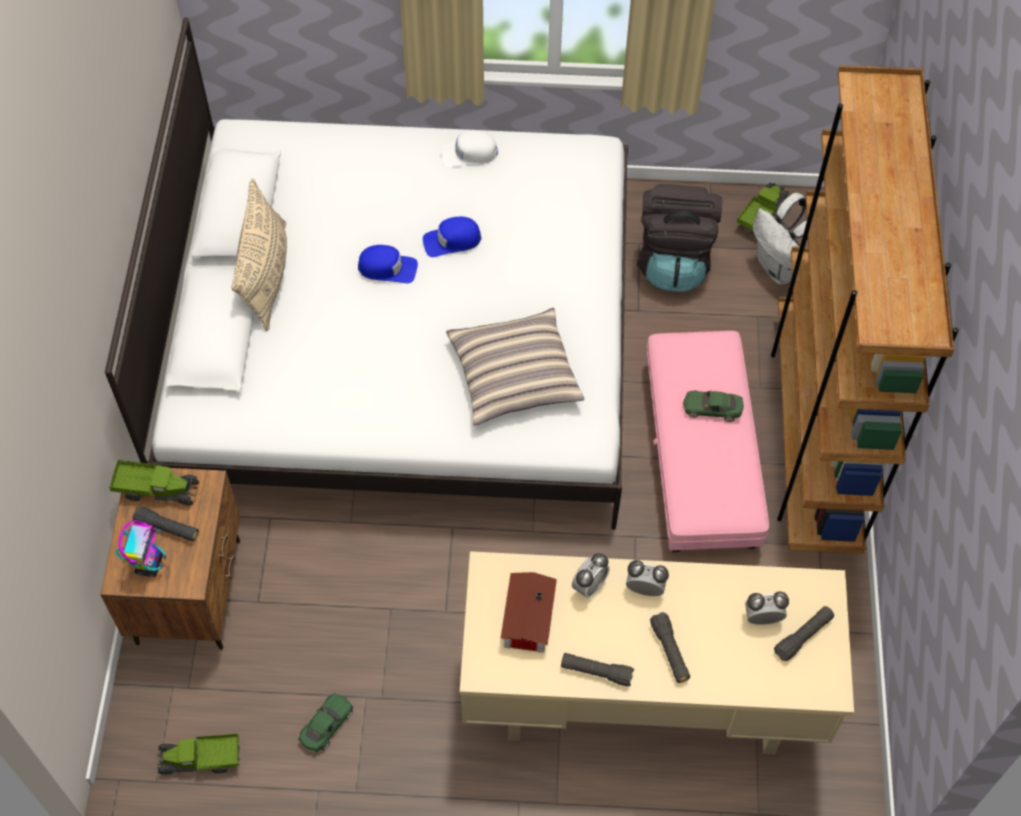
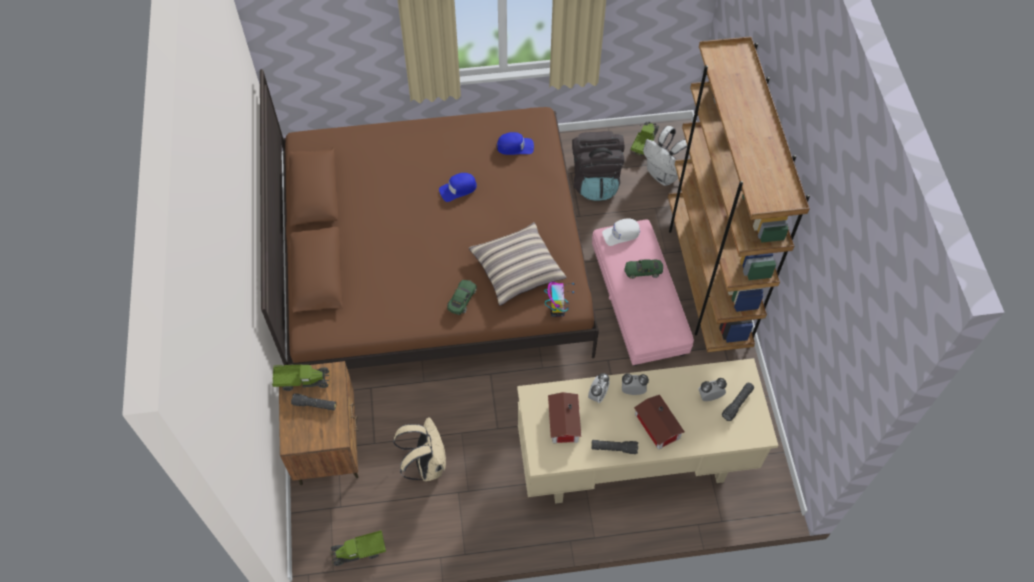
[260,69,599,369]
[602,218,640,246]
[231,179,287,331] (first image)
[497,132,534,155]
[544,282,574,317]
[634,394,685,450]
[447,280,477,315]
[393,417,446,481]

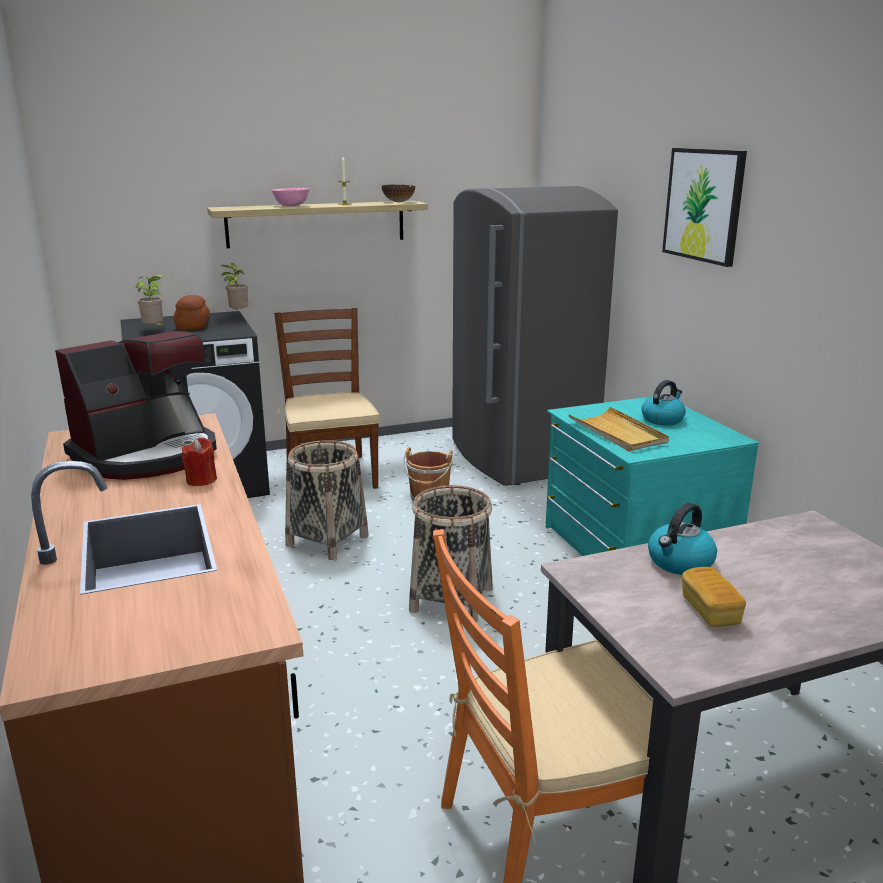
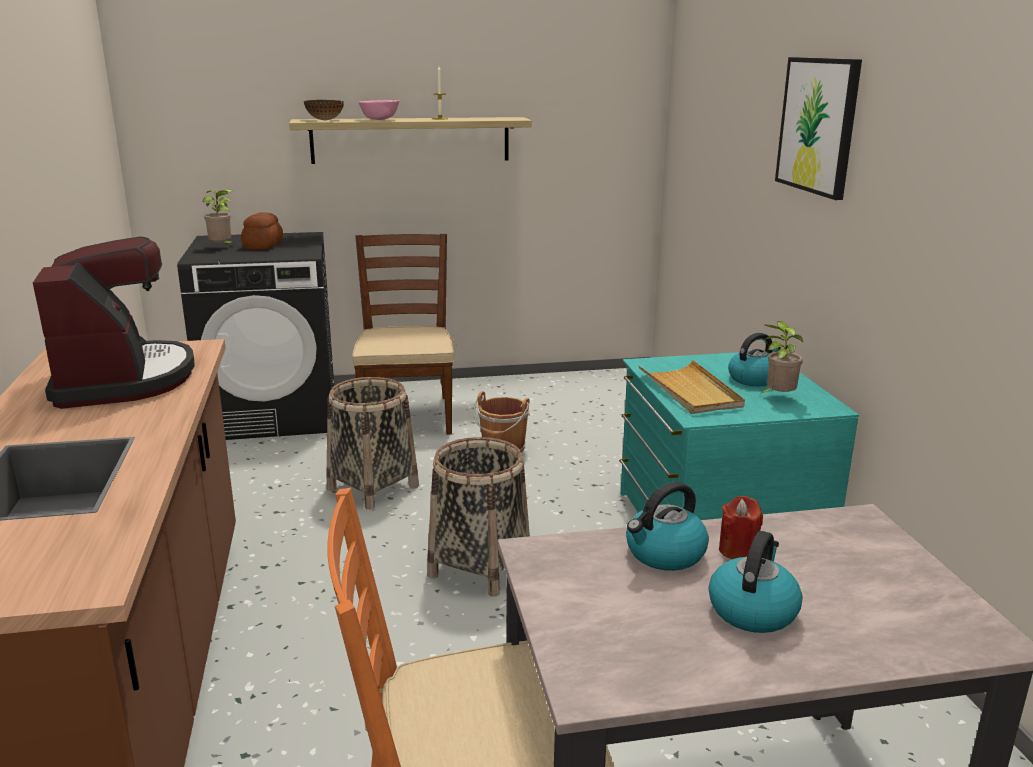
[304,100,344,120]
[452,186,618,486] (first image)
[760,321,803,394]
[33,237,195,409]
[719,496,763,559]
[682,567,746,627] (first image)
[709,531,802,633]

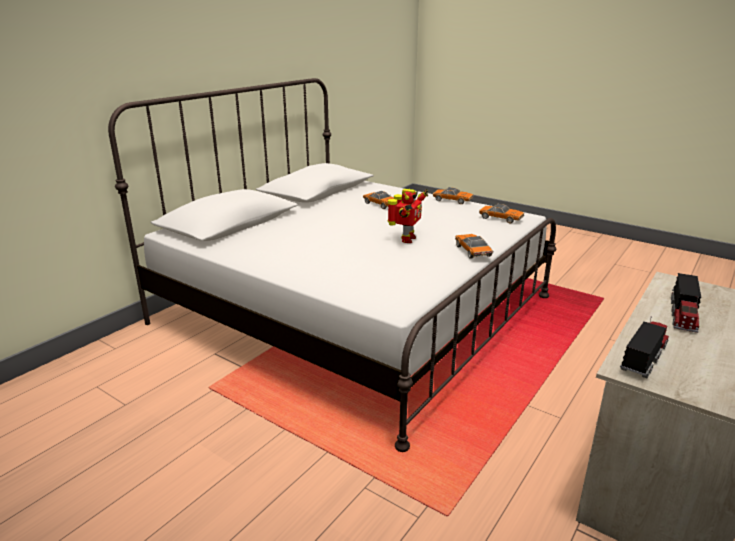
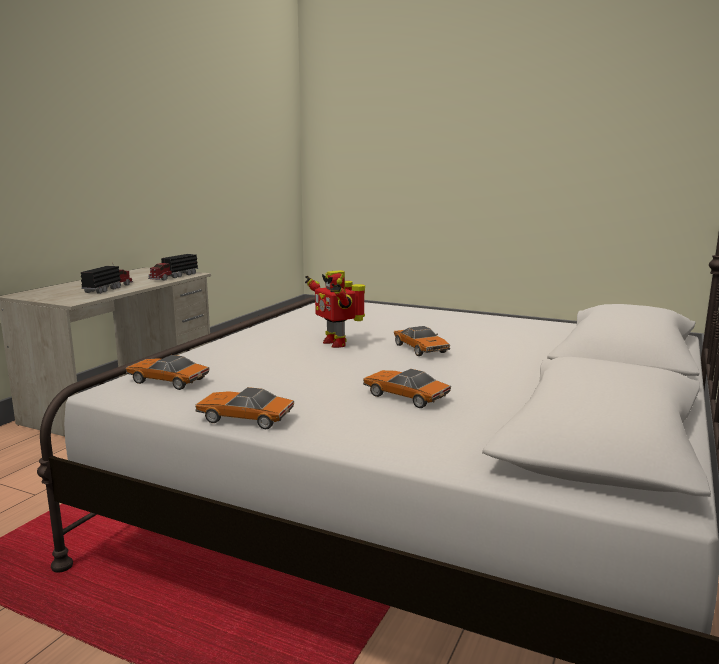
[305,270,365,348]
[394,326,450,356]

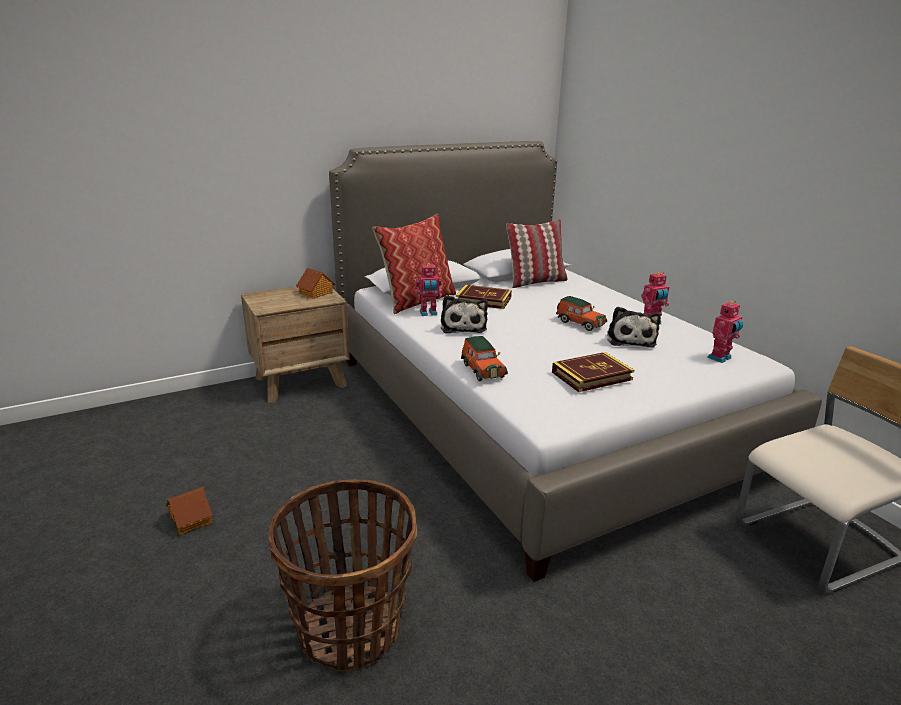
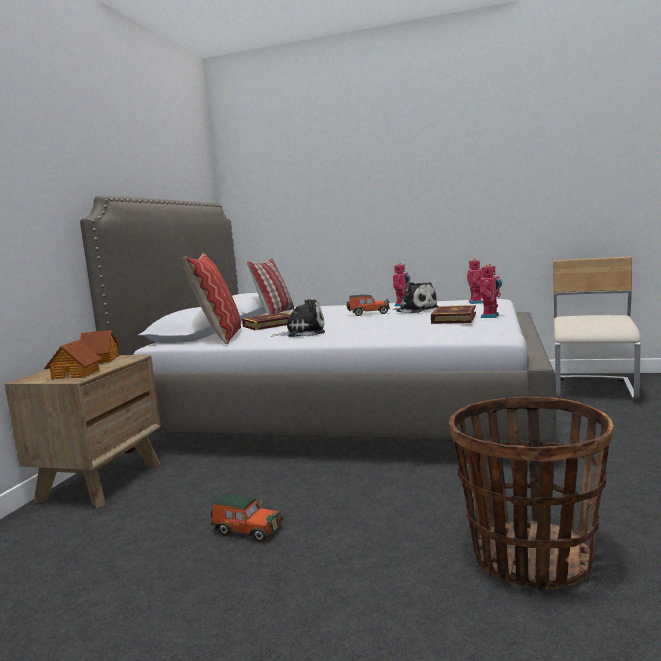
[480,264,502,318]
[270,299,325,337]
[211,493,283,542]
[44,340,102,379]

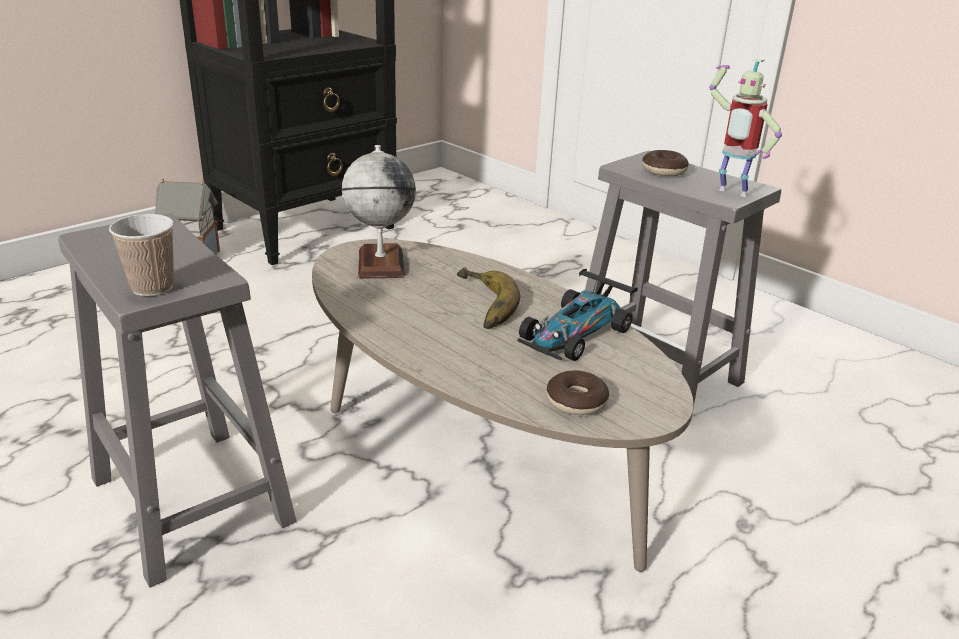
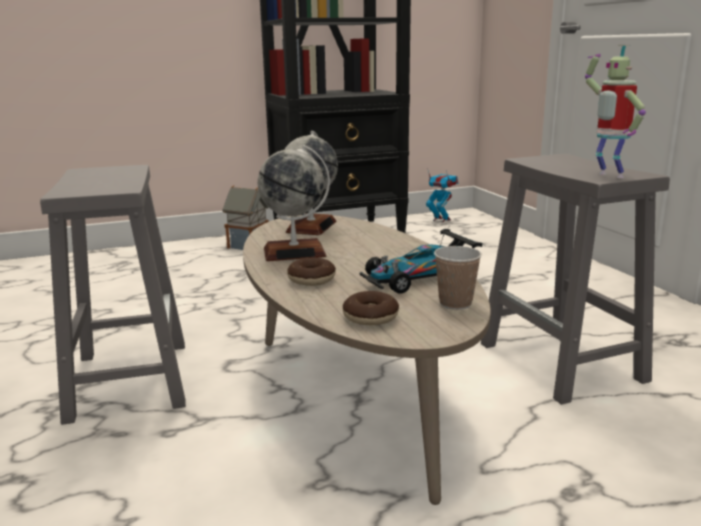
[287,258,336,286]
[434,246,482,310]
[457,267,520,329] (first image)
[258,145,330,261]
[426,168,458,222]

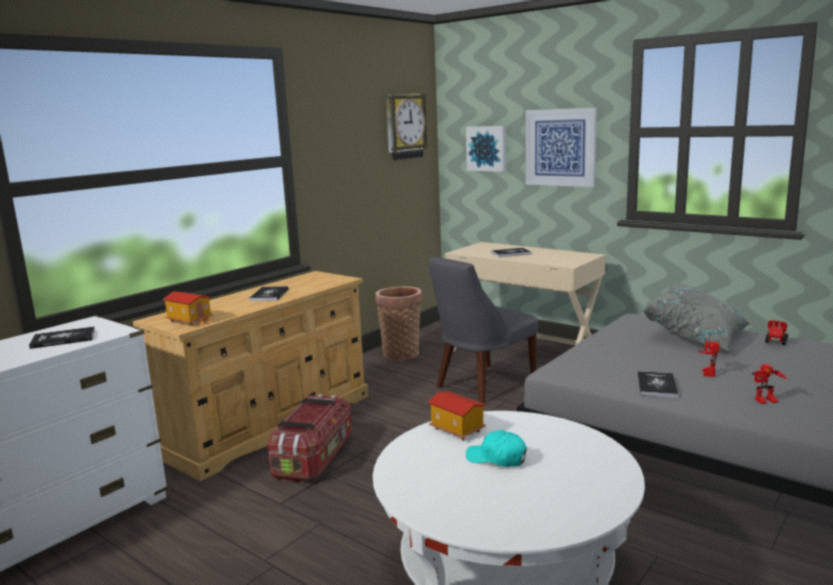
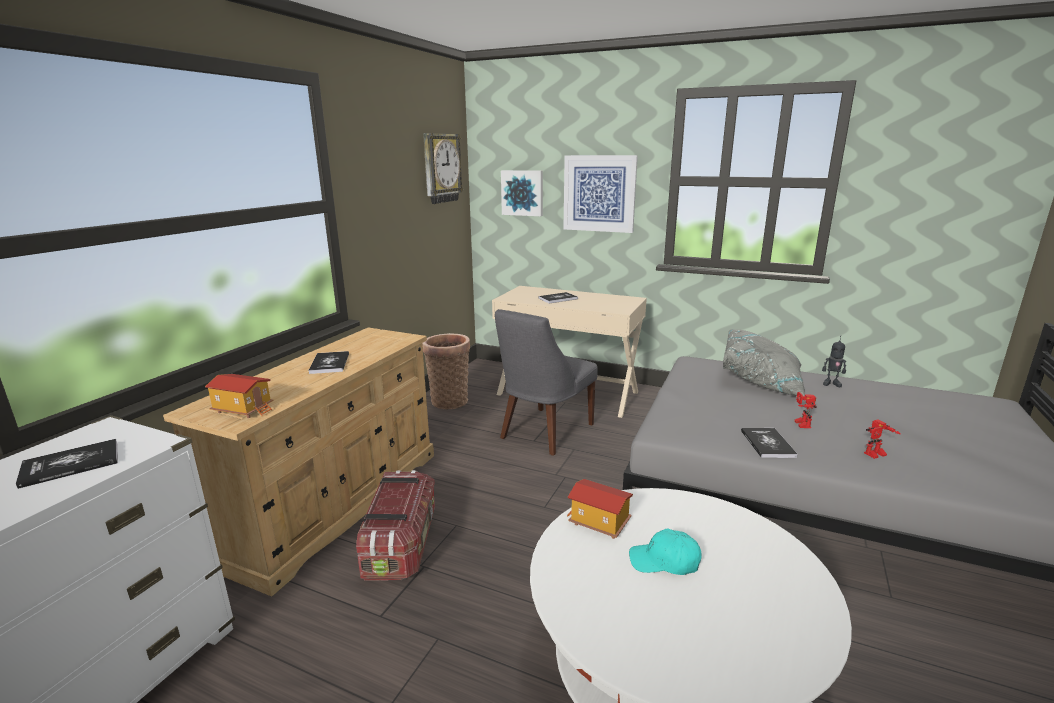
[822,337,846,387]

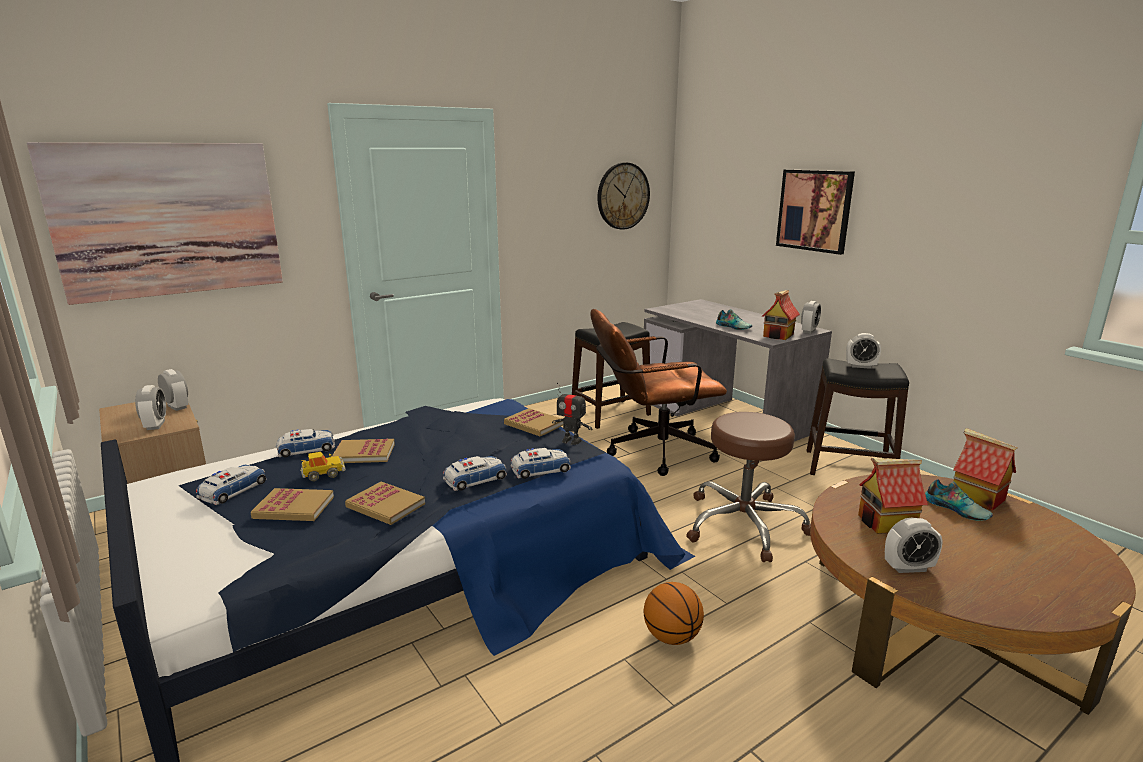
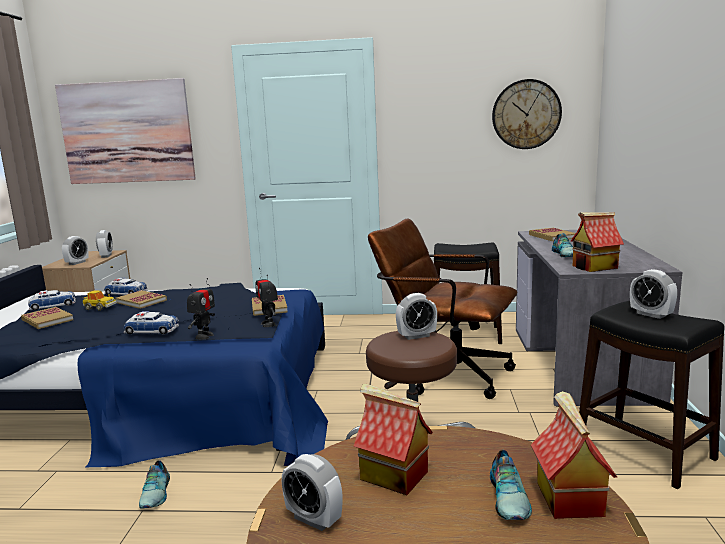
[776,169,855,255] (first image)
[396,293,437,340]
[187,278,215,340]
[529,228,576,241]
[644,582,704,645] (first image)
[139,460,170,509]

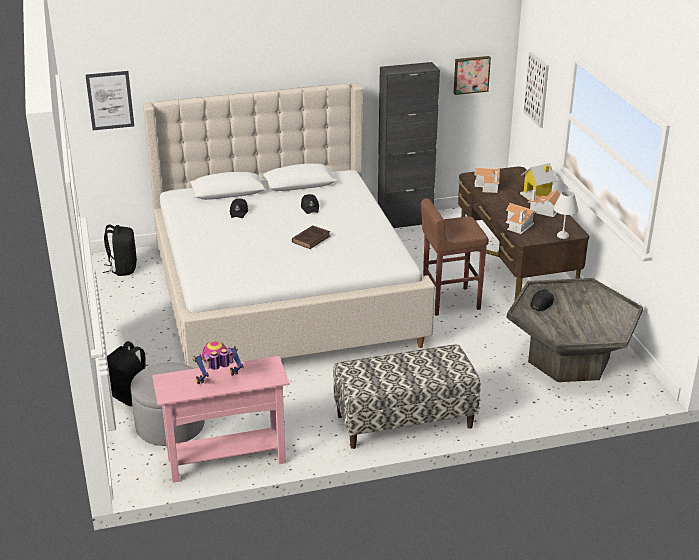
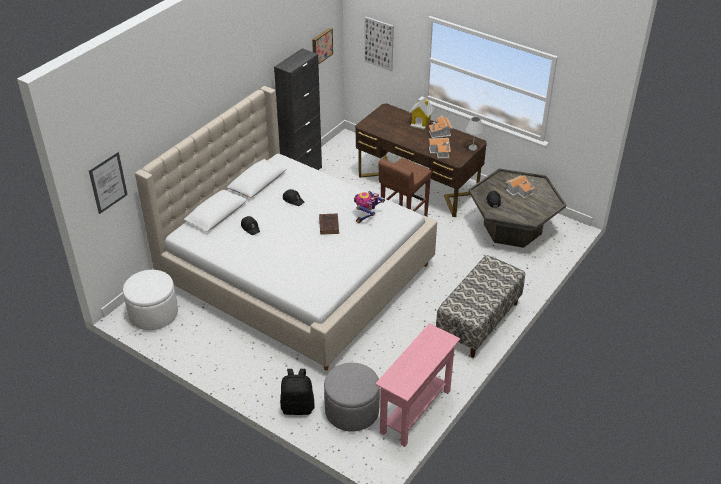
[506,176,535,198]
[123,270,178,330]
[354,191,385,223]

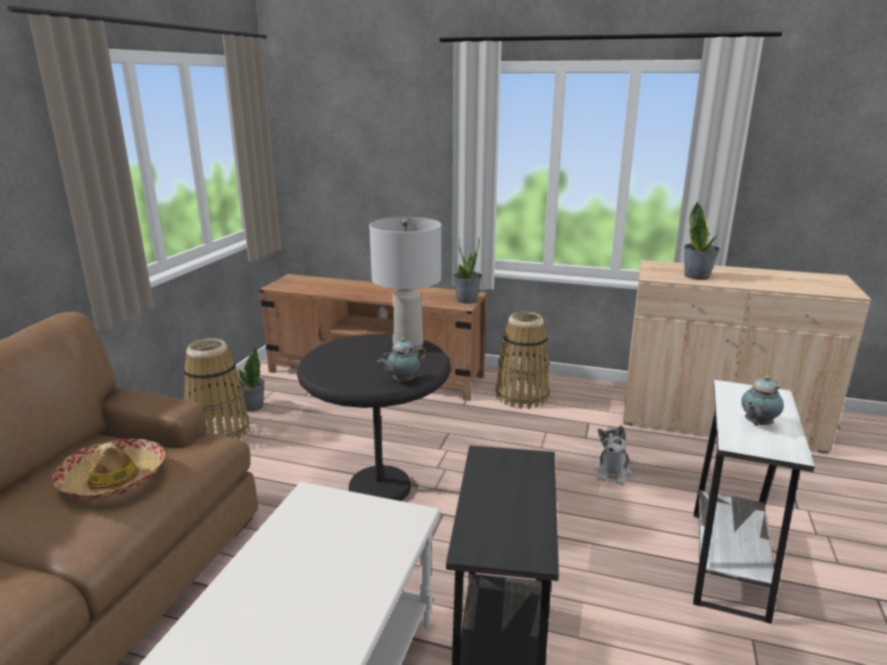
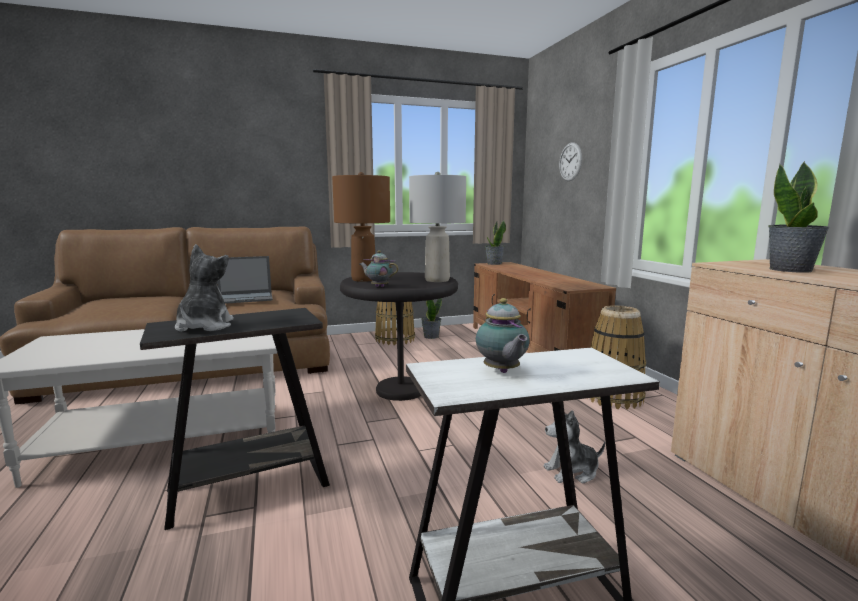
[485,220,506,265]
[476,298,530,373]
[217,256,273,304]
[559,142,582,181]
[332,172,390,282]
[175,244,234,332]

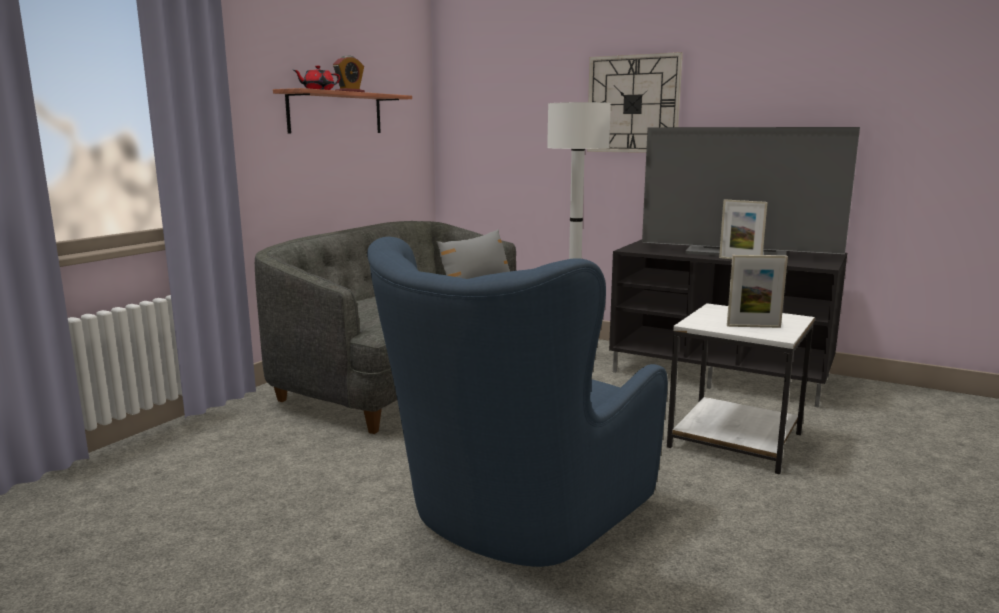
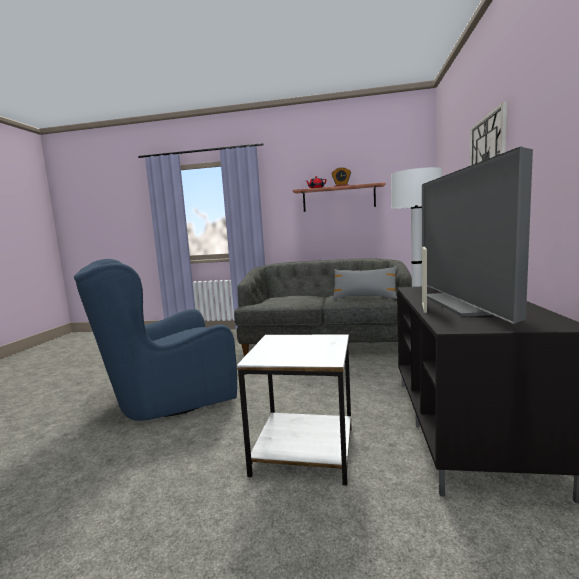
[74,259,237,421]
[727,255,788,328] (first image)

